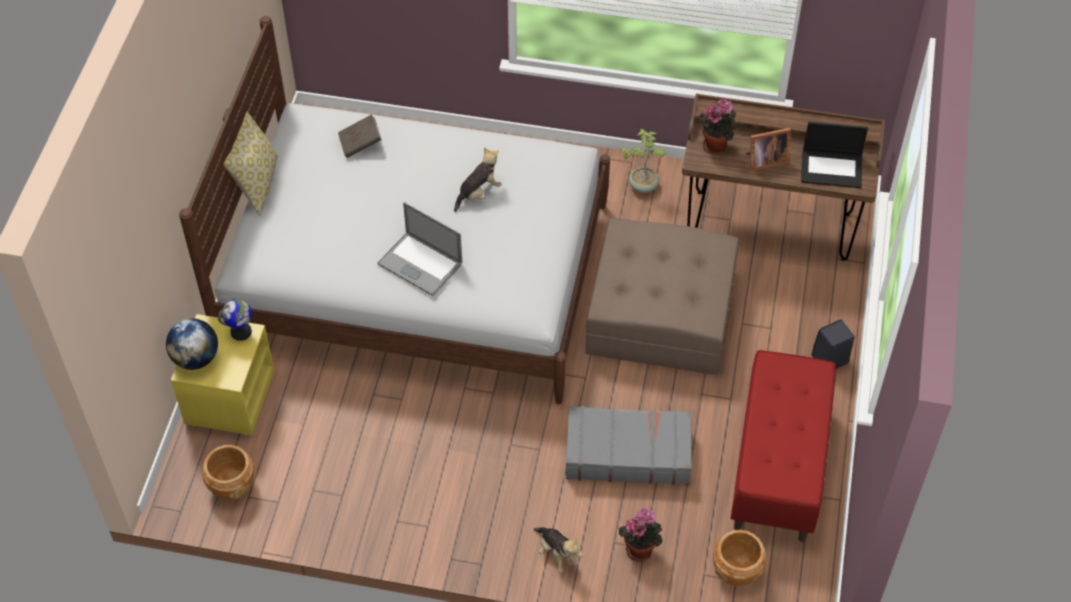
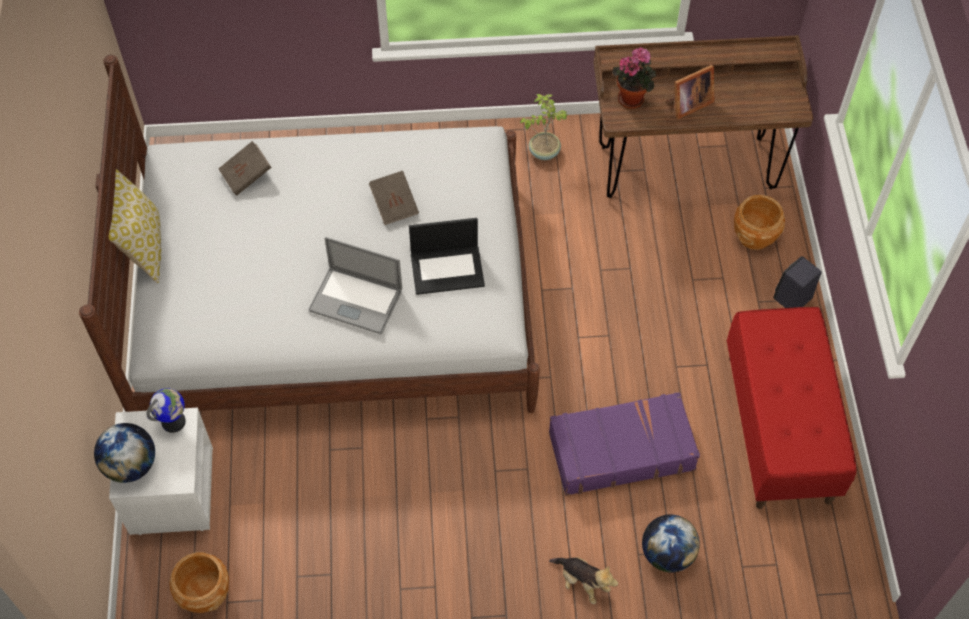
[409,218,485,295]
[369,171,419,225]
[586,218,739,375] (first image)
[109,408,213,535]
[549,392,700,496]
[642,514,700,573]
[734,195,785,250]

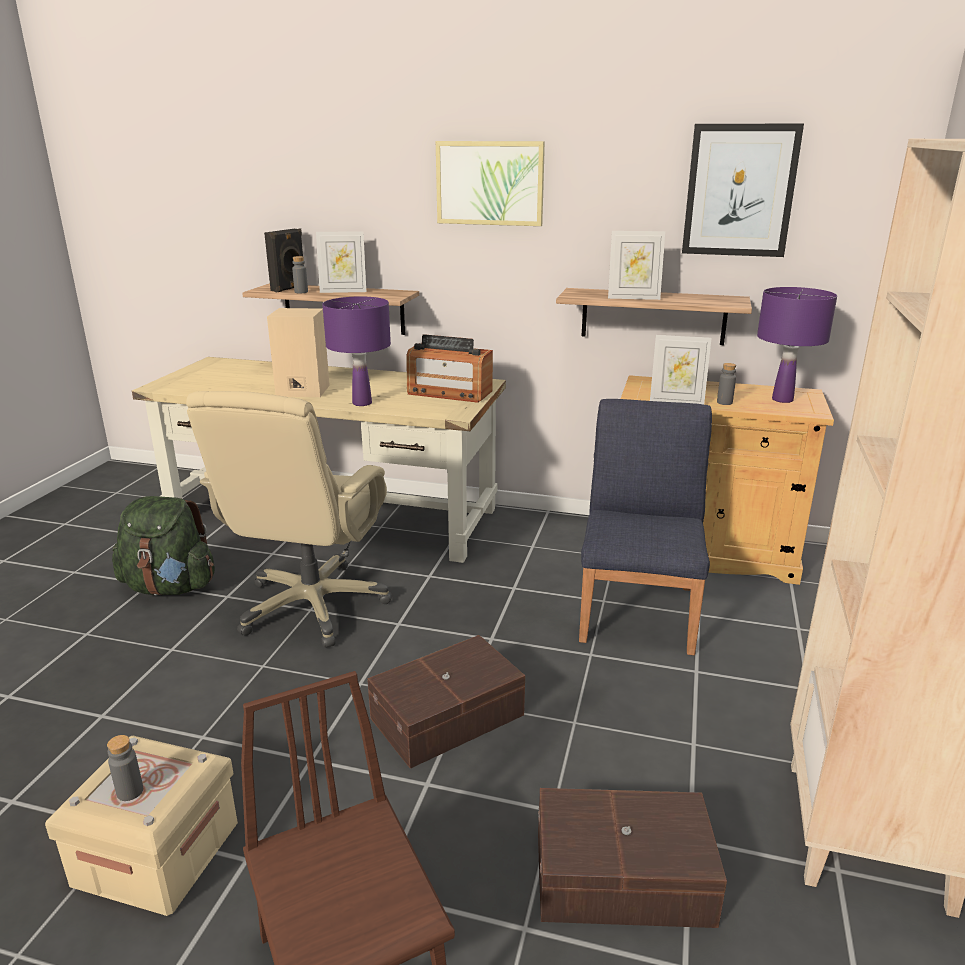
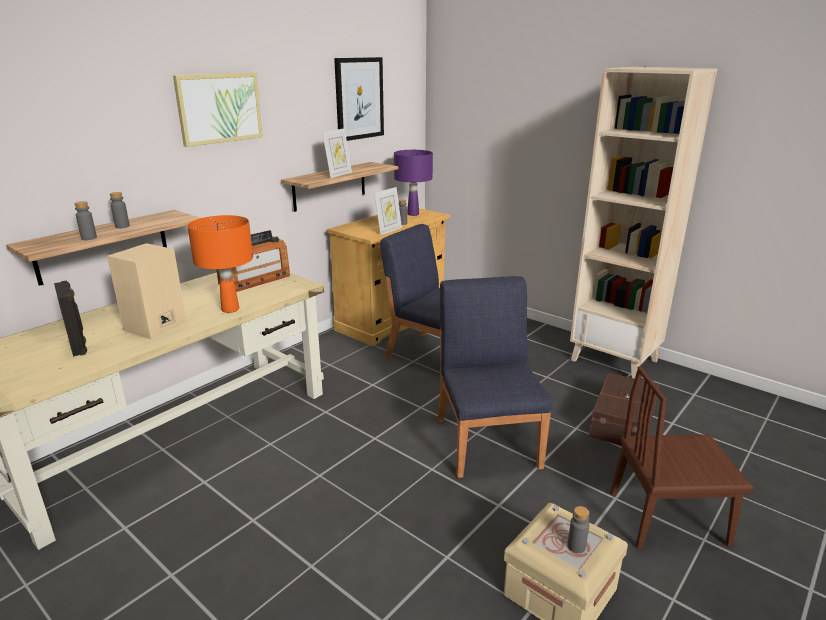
[54,281,87,357]
[110,192,130,228]
[187,215,253,313]
[186,391,392,648] (first image)
[112,496,215,596] (first image)
[438,276,552,478]

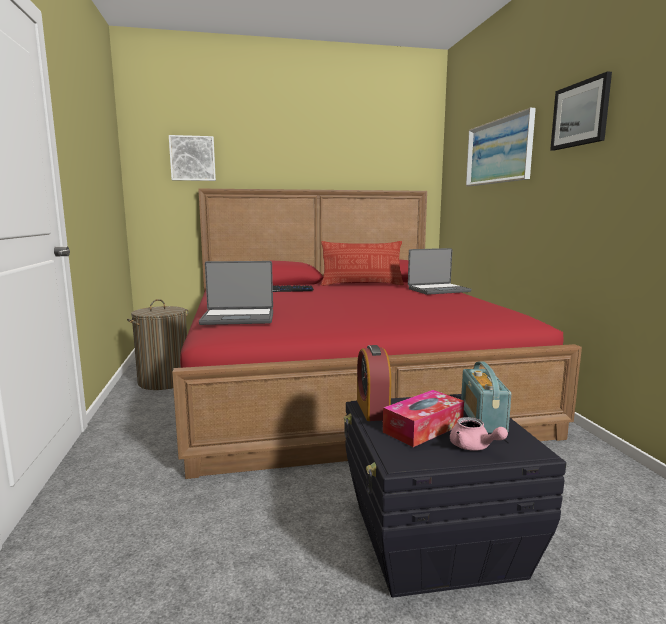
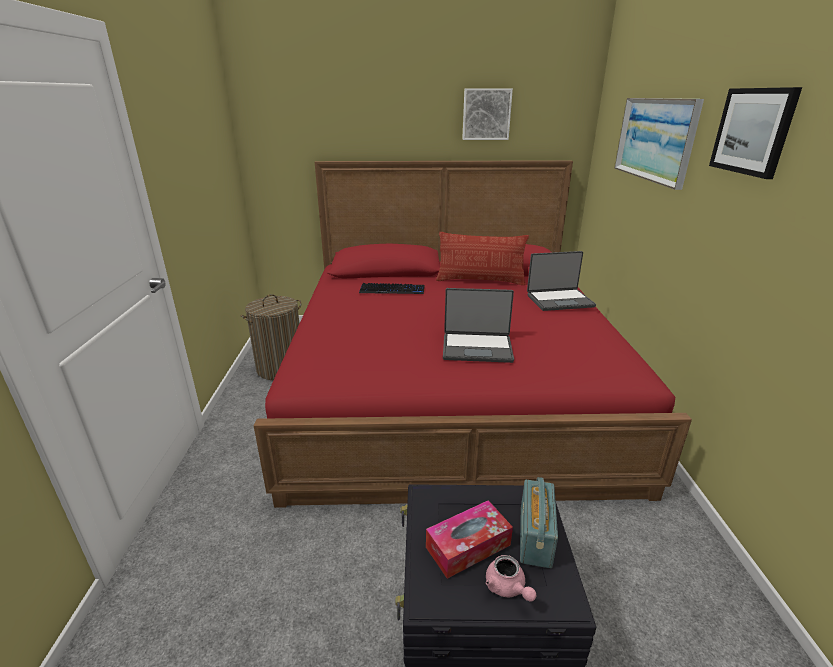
[462,88,513,140]
[443,288,514,363]
[357,345,391,421] (first image)

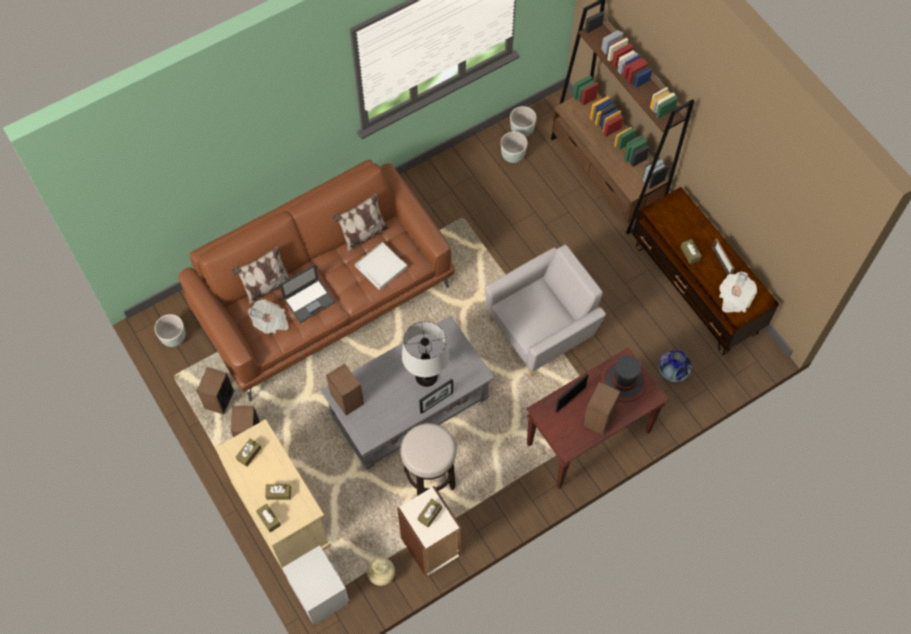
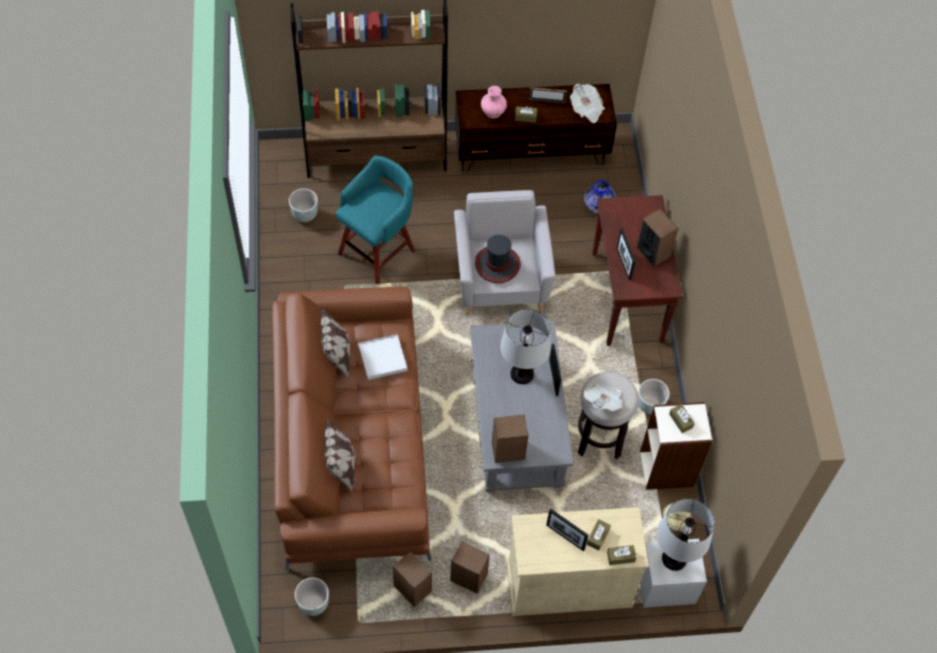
[638,379,670,414]
[280,264,335,323] (first image)
[584,384,623,411]
[475,235,521,283]
[236,438,261,467] (first image)
[481,86,507,118]
[335,156,415,285]
[657,498,715,571]
[546,509,589,551]

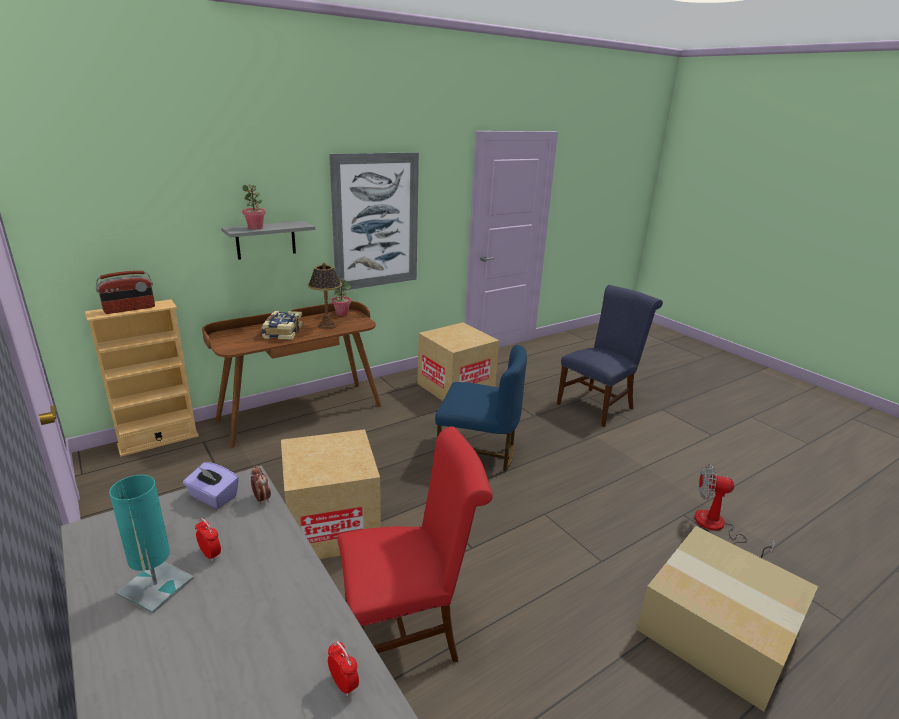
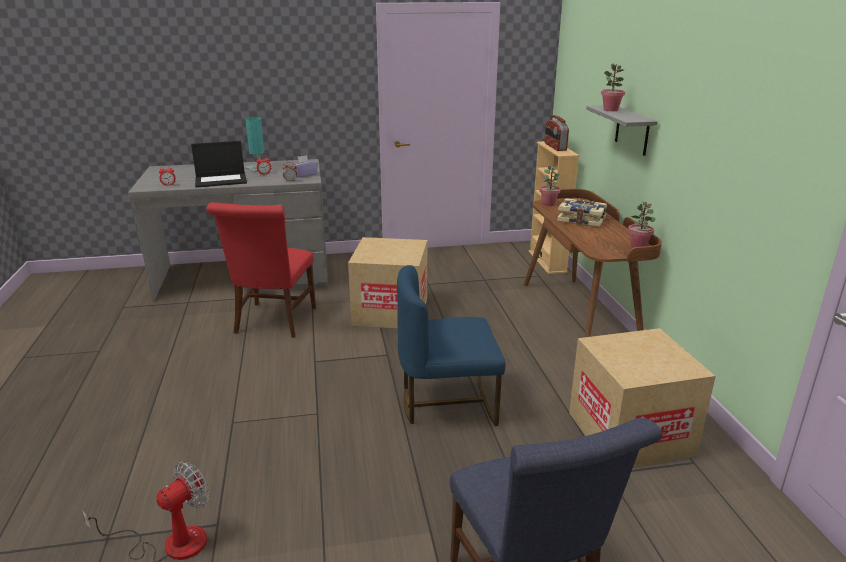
[329,152,419,291] (first image)
[308,263,342,329] (first image)
[397,265,506,426]
[637,526,818,712] (first image)
[191,141,247,188]
[539,166,560,206]

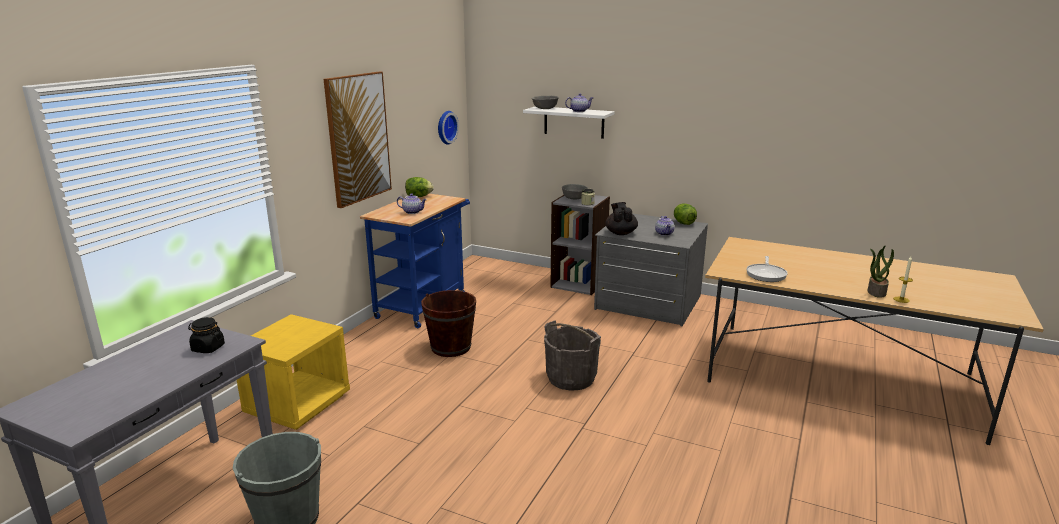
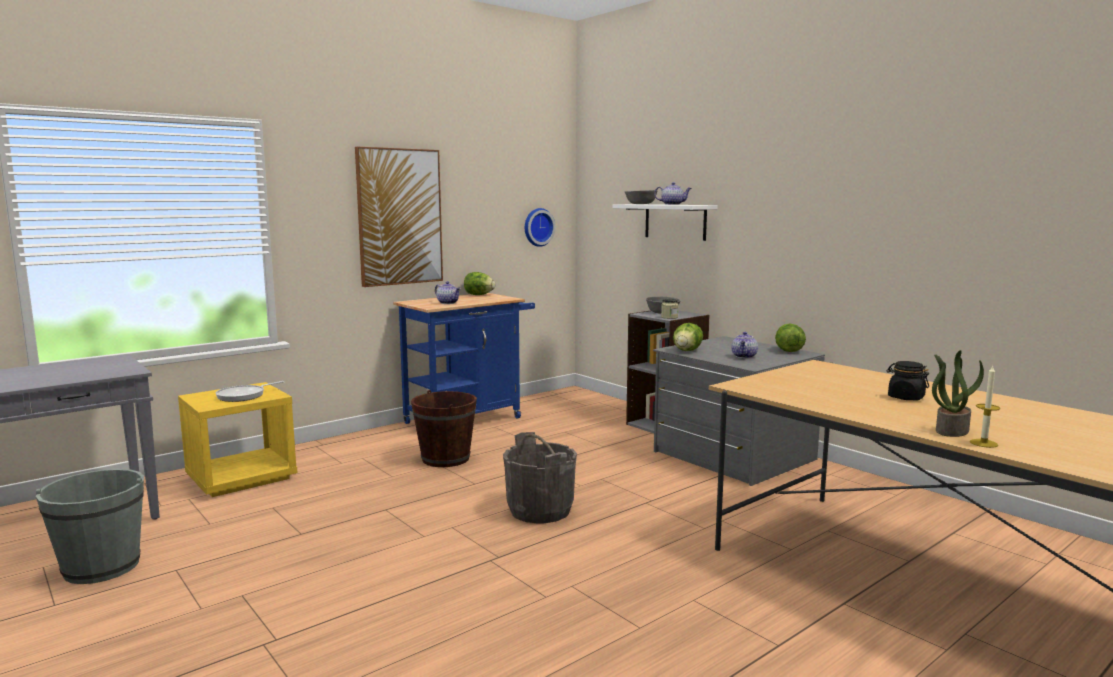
[673,323,703,351]
[216,381,285,402]
[887,361,929,401]

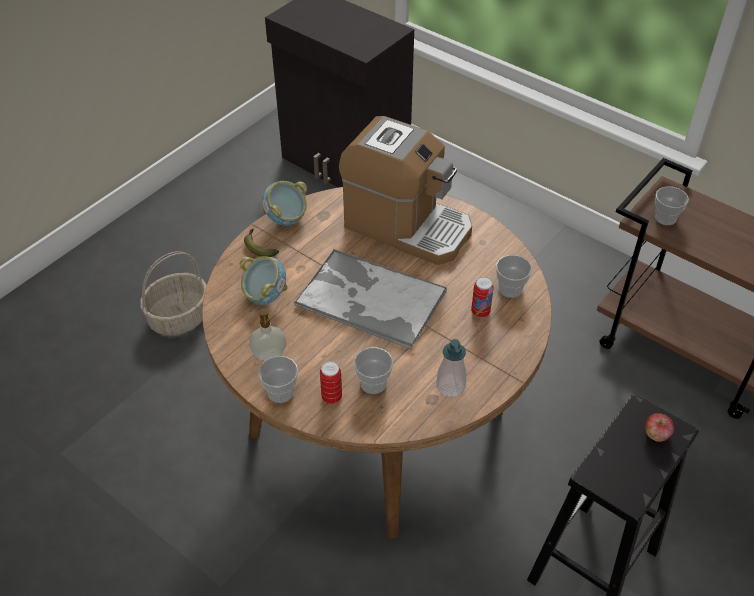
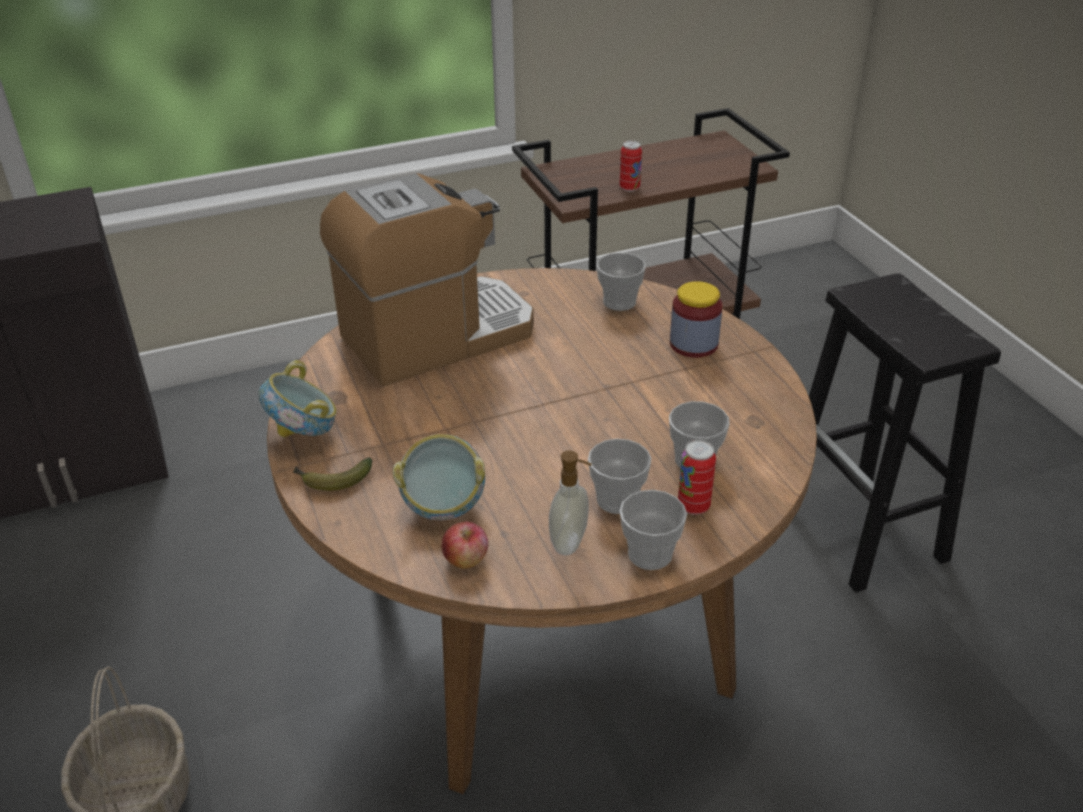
[588,439,651,514]
[294,249,447,350] (first image)
[620,140,642,192]
[437,339,466,397] (first image)
[442,521,488,569]
[670,281,723,358]

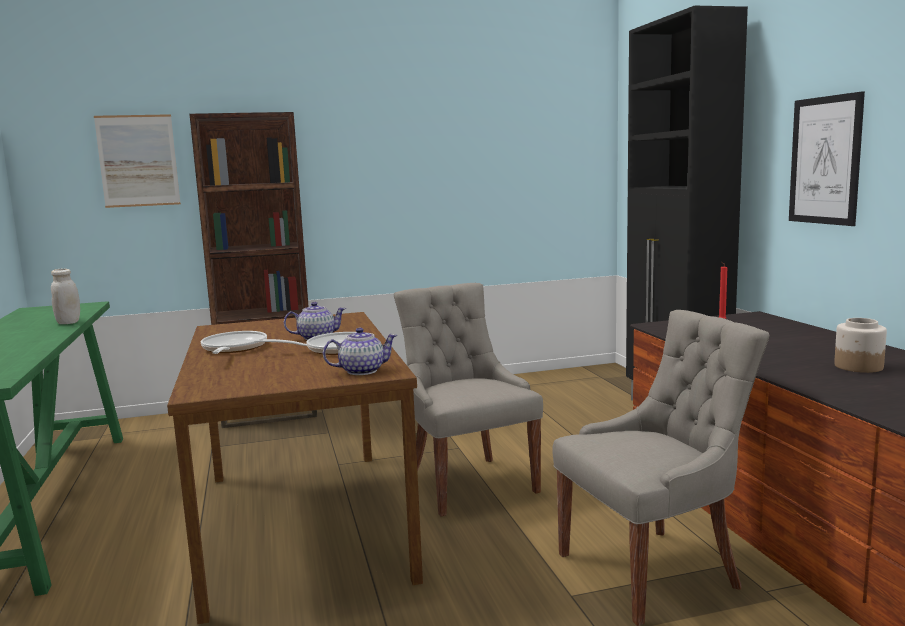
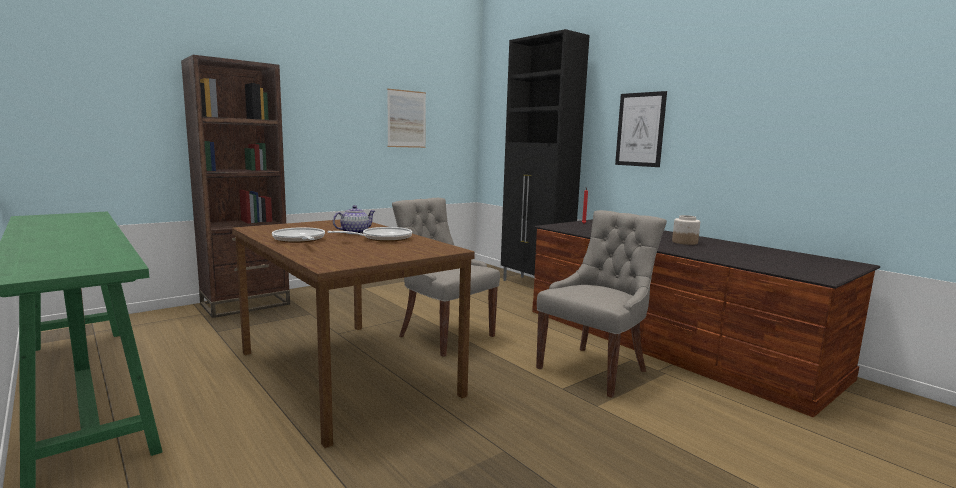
[387,89,426,148]
[51,269,80,324] (first image)
[323,328,398,375] (first image)

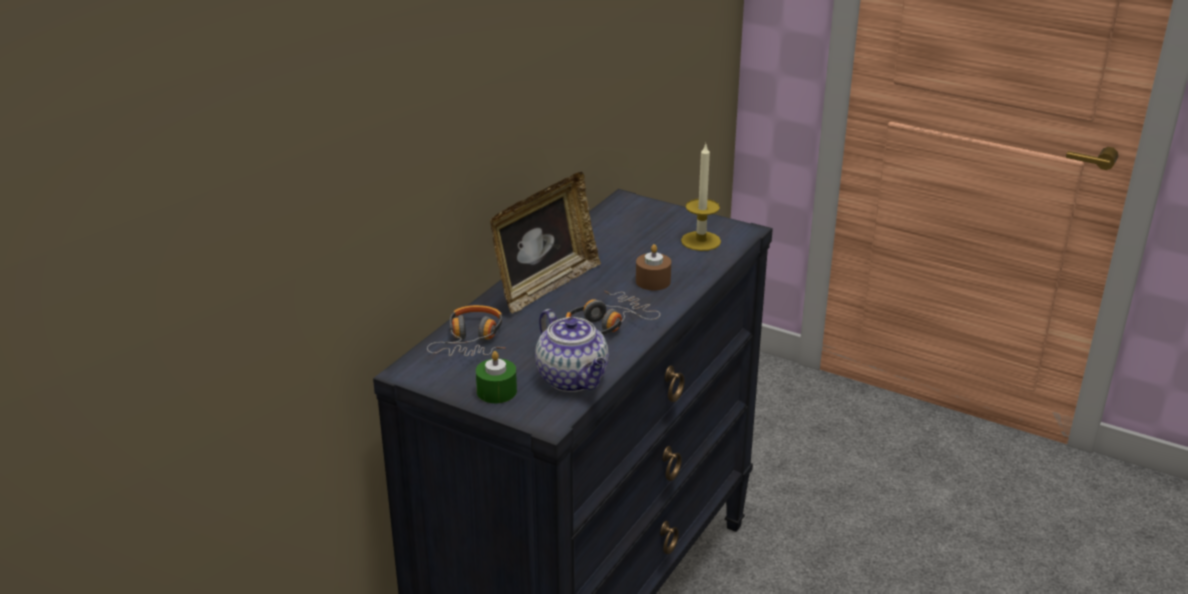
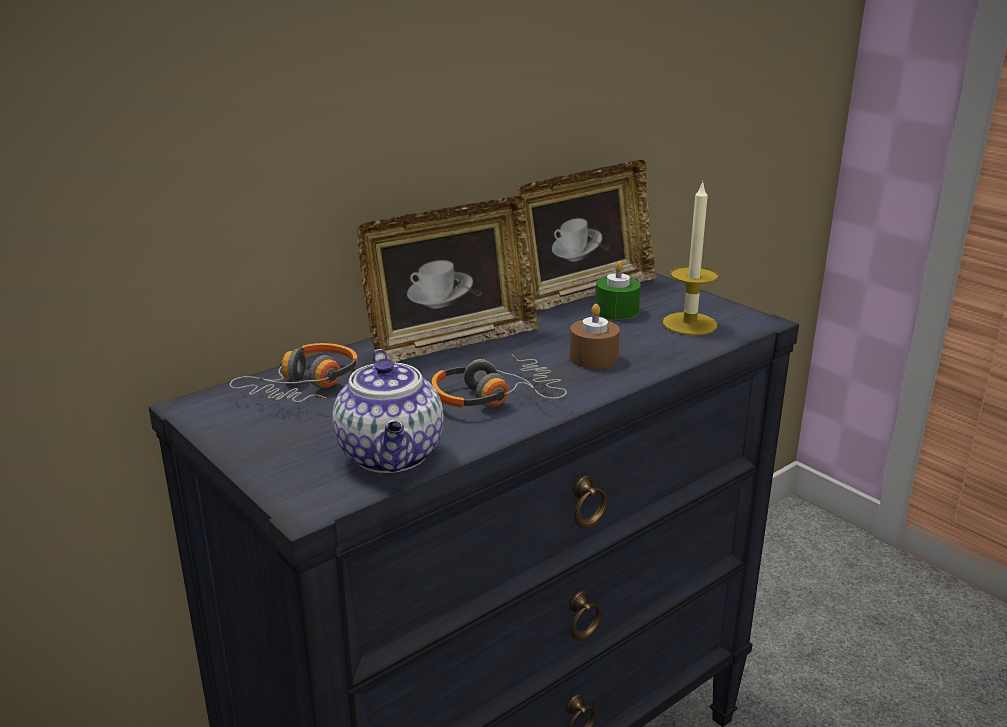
[595,261,640,319]
[518,160,657,310]

